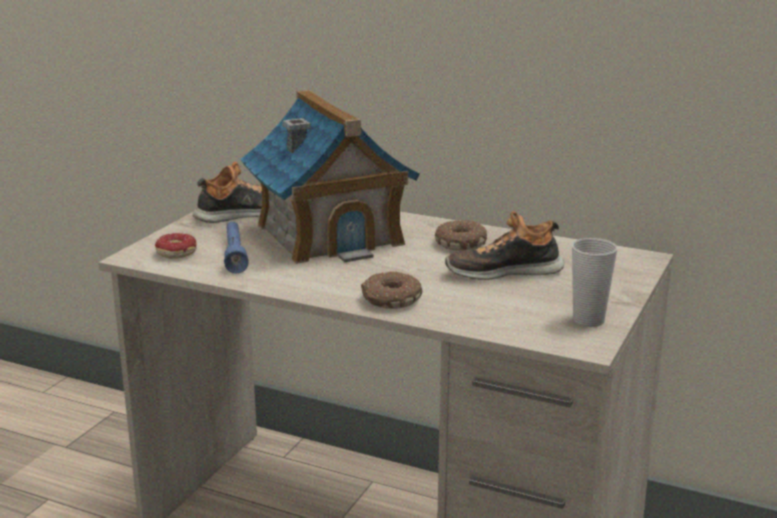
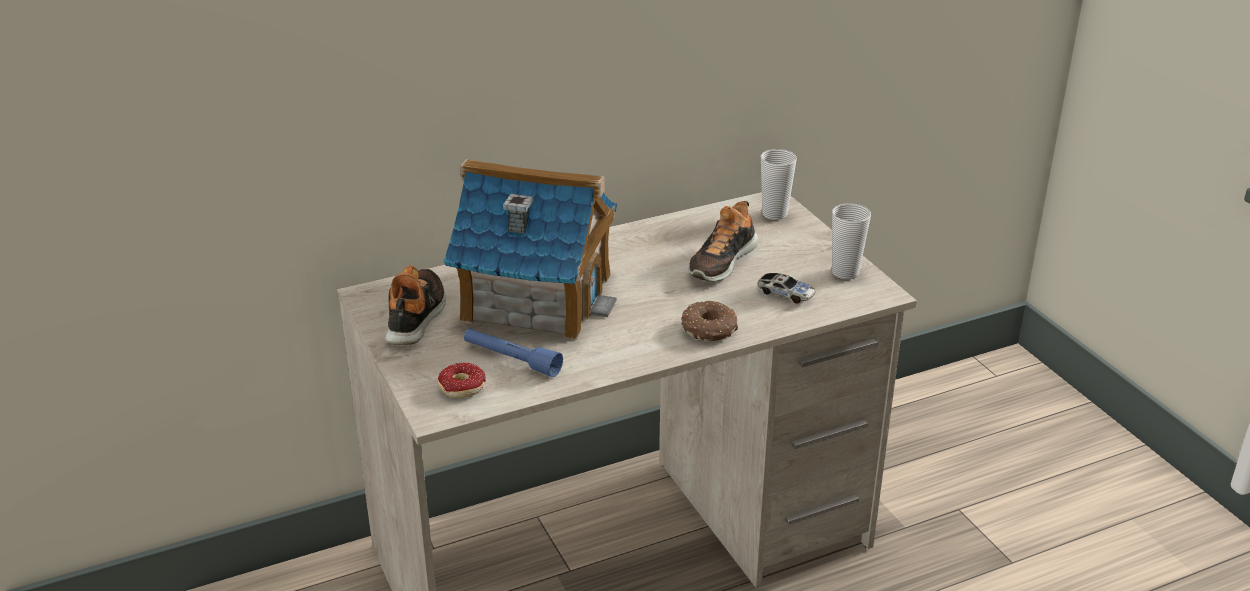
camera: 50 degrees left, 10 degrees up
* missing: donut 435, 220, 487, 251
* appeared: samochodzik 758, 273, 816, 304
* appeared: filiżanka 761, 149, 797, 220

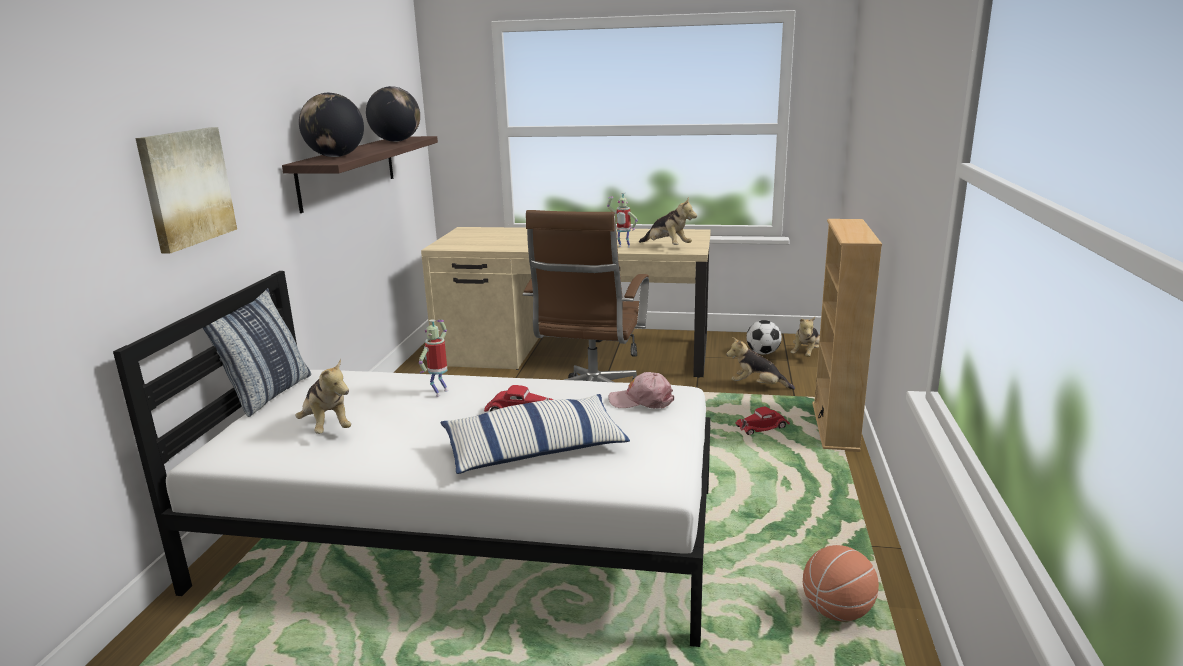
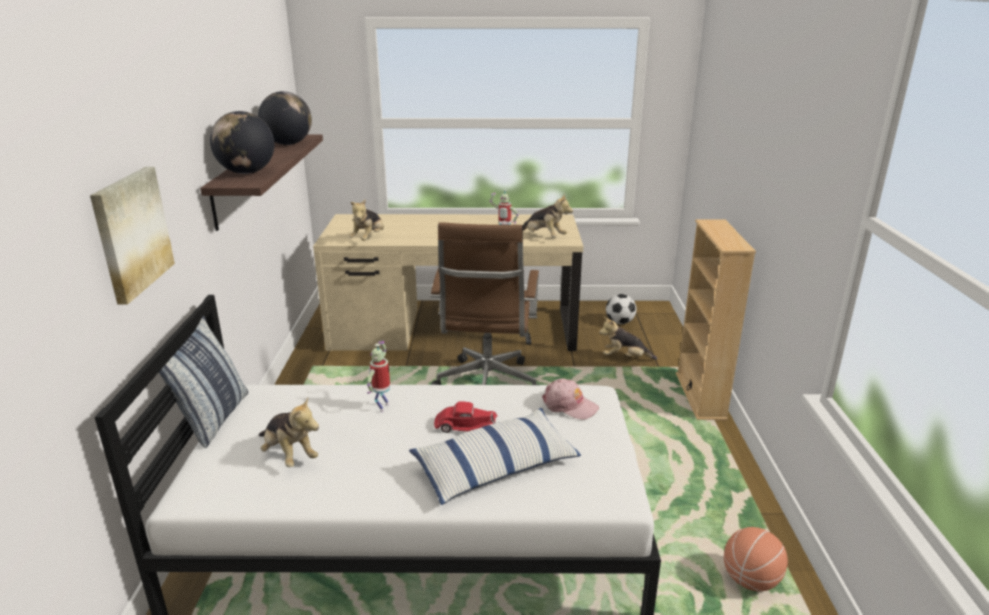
camera: 10 degrees left, 5 degrees up
* spun: czapka z daszkiem/różowy 609, 372, 674, 409 = 542, 378, 599, 420 150 degrees counterclockwise
* missing: samochodzik/czerwony 735, 406, 790, 435
* relocated: pluszak 791, 317, 820, 357 to 349, 199, 384, 241

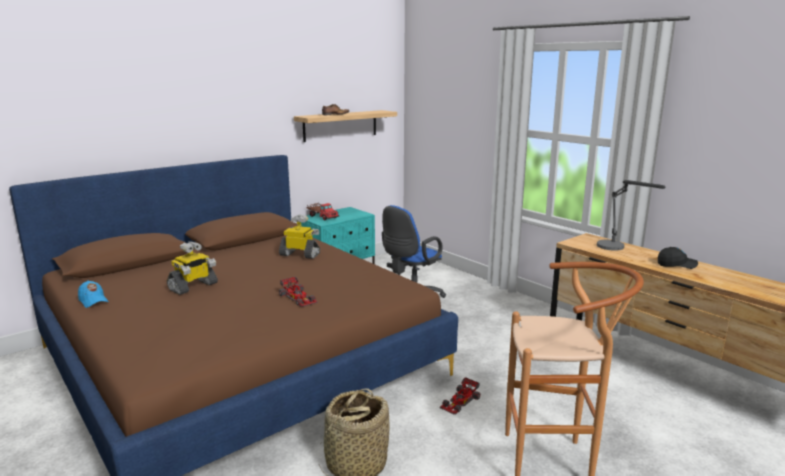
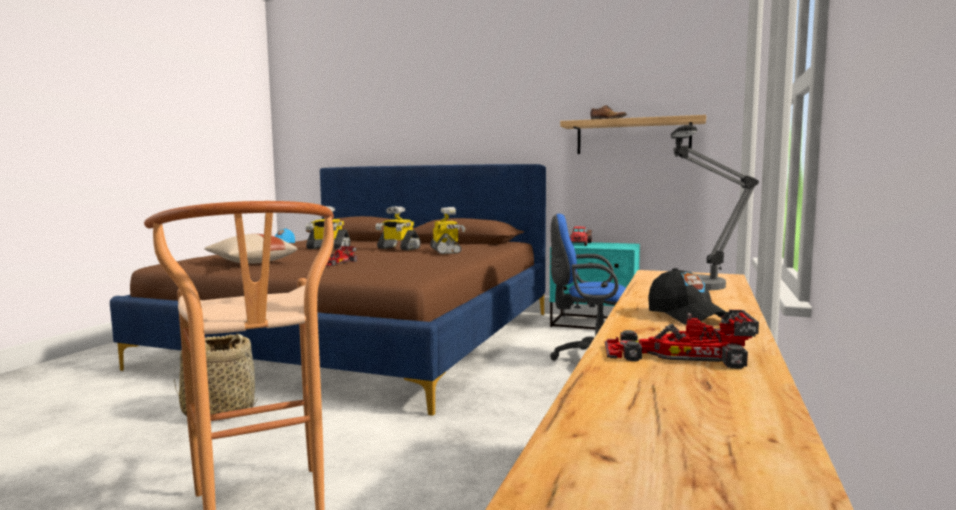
camera: 60 degrees right, 10 degrees down
* relocated: samochodzik 440, 377, 480, 415 to 605, 310, 759, 369
* appeared: poduszka/beżowy 204, 234, 297, 264
* appeared: robot zabawkowy 375, 206, 421, 251

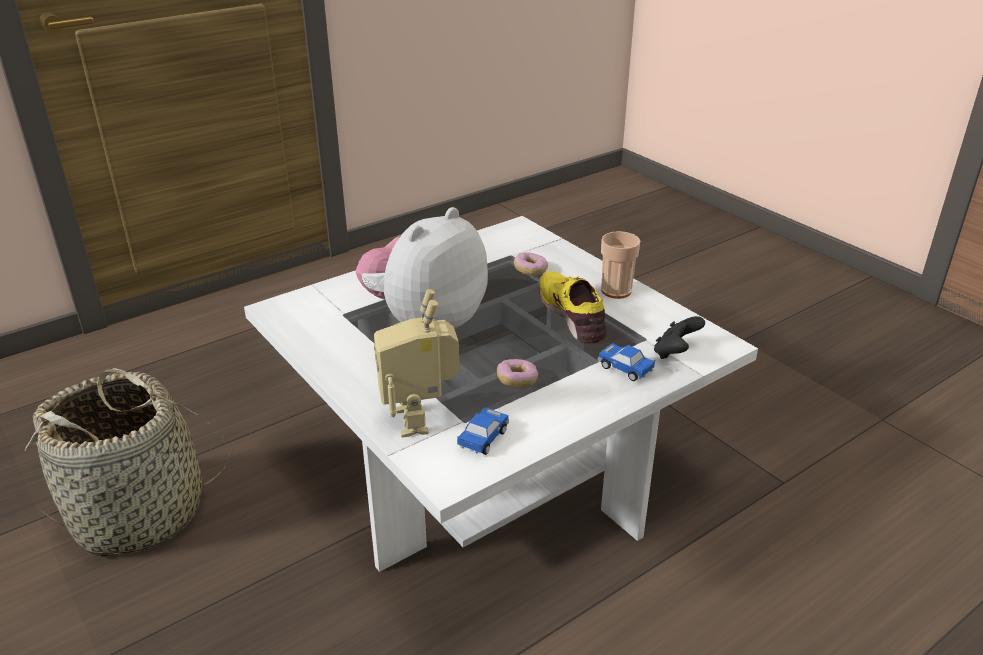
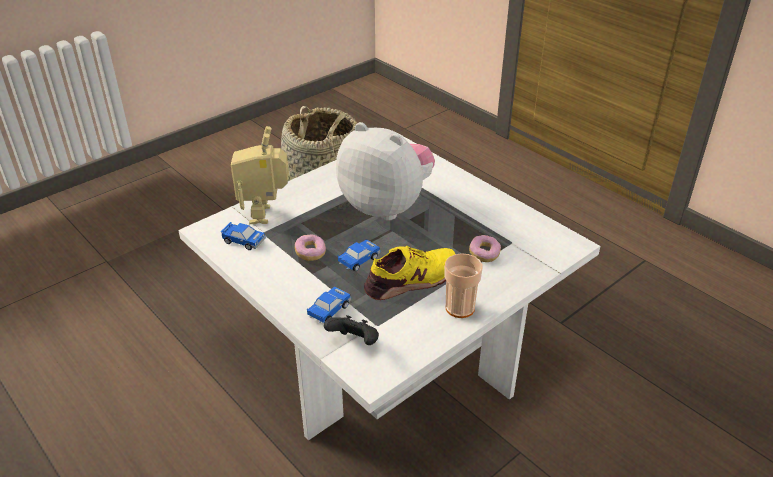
camera: 85 degrees right, 5 degrees up
* spun: robot zabawkowy 374, 289, 460, 438 = 231, 126, 289, 224 75 degrees counterclockwise
* appeared: samochodzik 338, 239, 380, 272

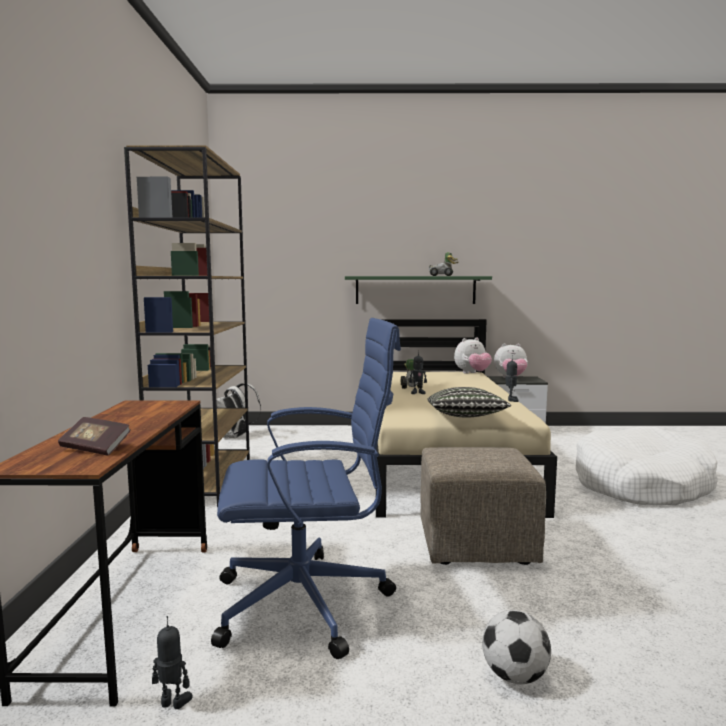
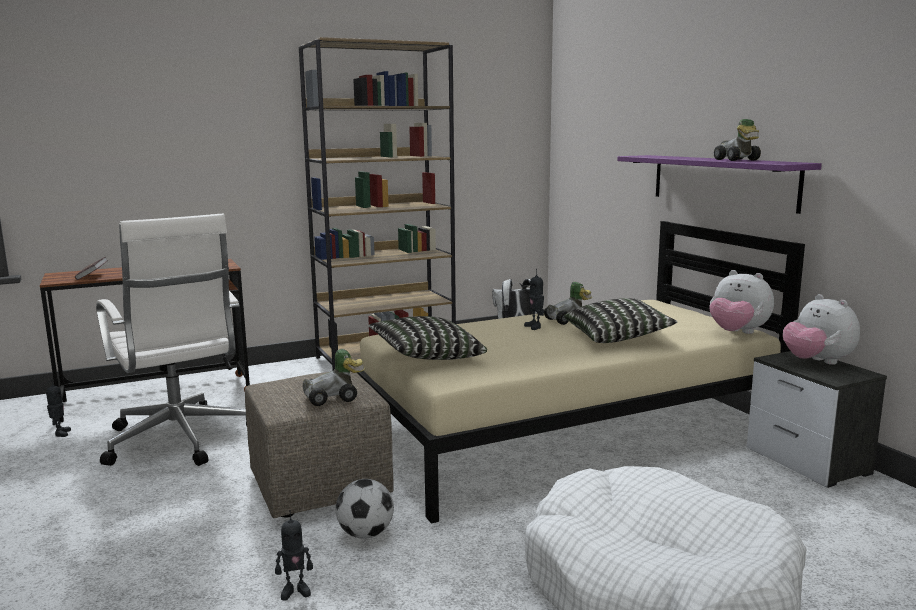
camera: 65 degrees right, 5 degrees up
* colour: krzesło biurowe/niebieski 211, 318, 401, 659 to krzesło biurowe/biały 96, 214, 247, 466
* colour: półka/zielony 345, 276, 492, 304 to półka/fioletowy 617, 155, 822, 214
* relocated: piłka futbolowa 482, 610, 551, 684 to 336, 479, 394, 539
* relocated: robot zabawkowy 505, 355, 518, 402 to 275, 510, 313, 601
* appeared: samochodzik 302, 349, 365, 406
* appeared: poduszka 564, 298, 677, 343

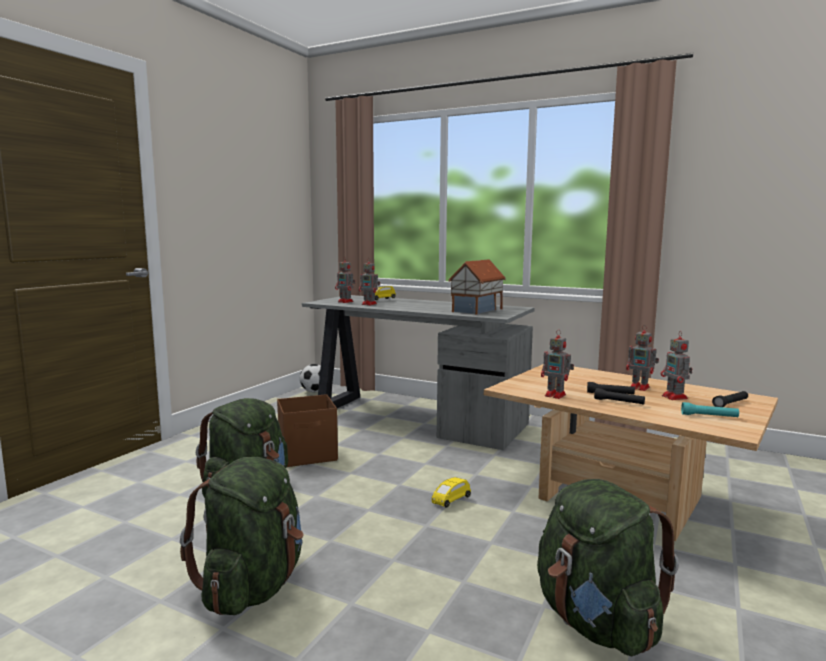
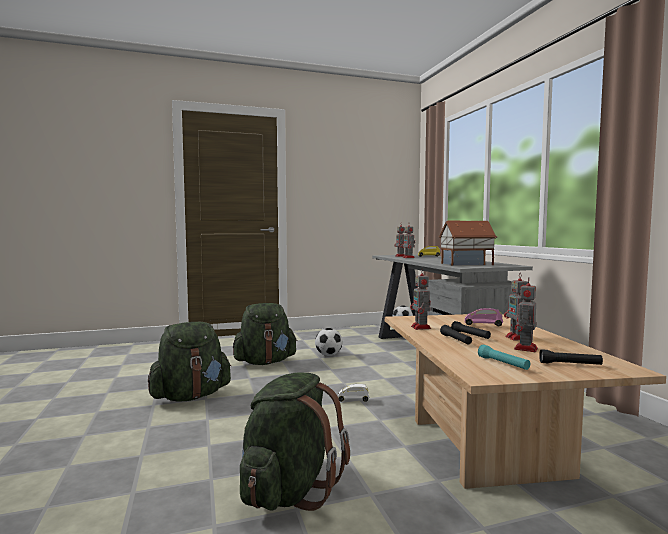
camera: 45 degrees right, 5 degrees down
* exchanged: pojemnik do przechowywania/brązowy 277, 394, 338, 467 to piłka futbolowa 315, 328, 343, 356
* colour: samochodzik/żółty 432, 477, 471, 508 to samochodzik/biały 338, 384, 369, 402
* appeared: samochodzik/różowy 464, 308, 503, 327

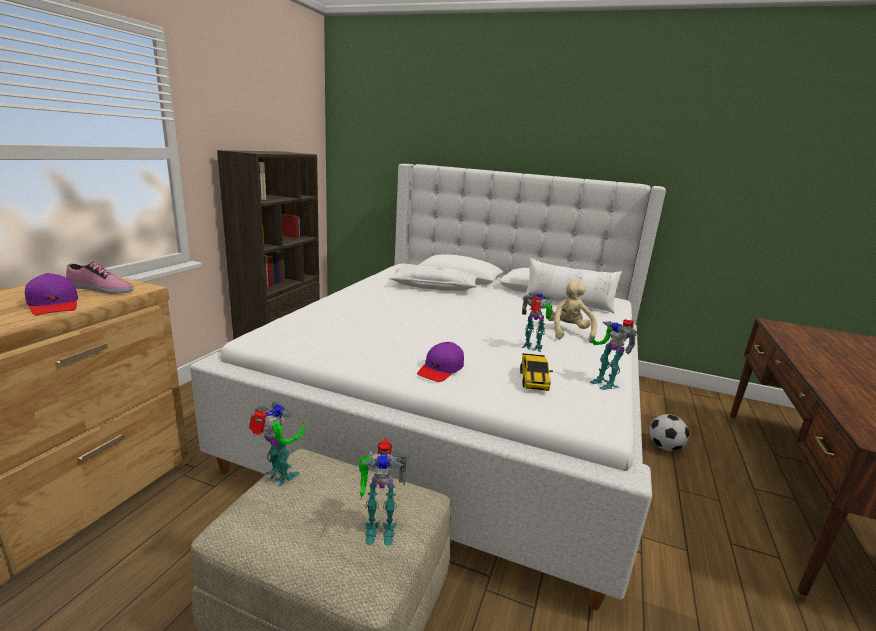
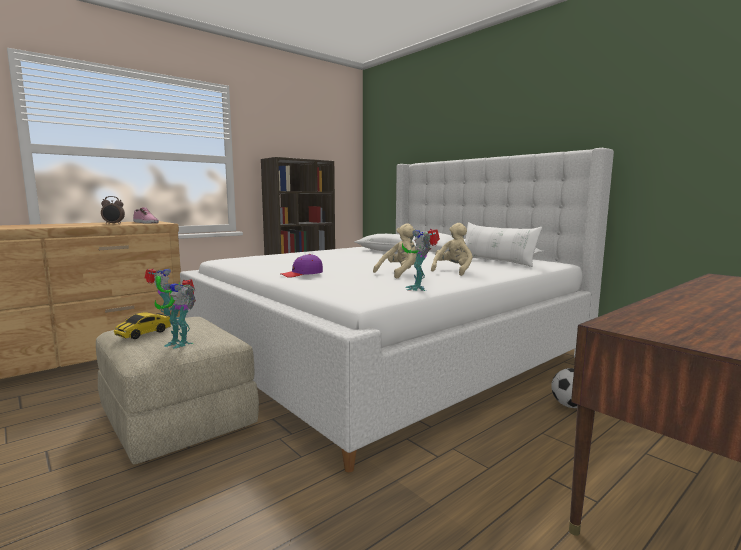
camera: 30 degrees right, 10 degrees down
* exchanged: czapka z daszkiem/fioletowy 25, 273, 78, 316 to budzik 101, 196, 125, 225
* relocated: samochodzik 520, 353, 553, 391 to 114, 313, 171, 339
* exchanged: robot zabawkowy 521, 292, 553, 352 to pluszak/beżowy 373, 223, 417, 279

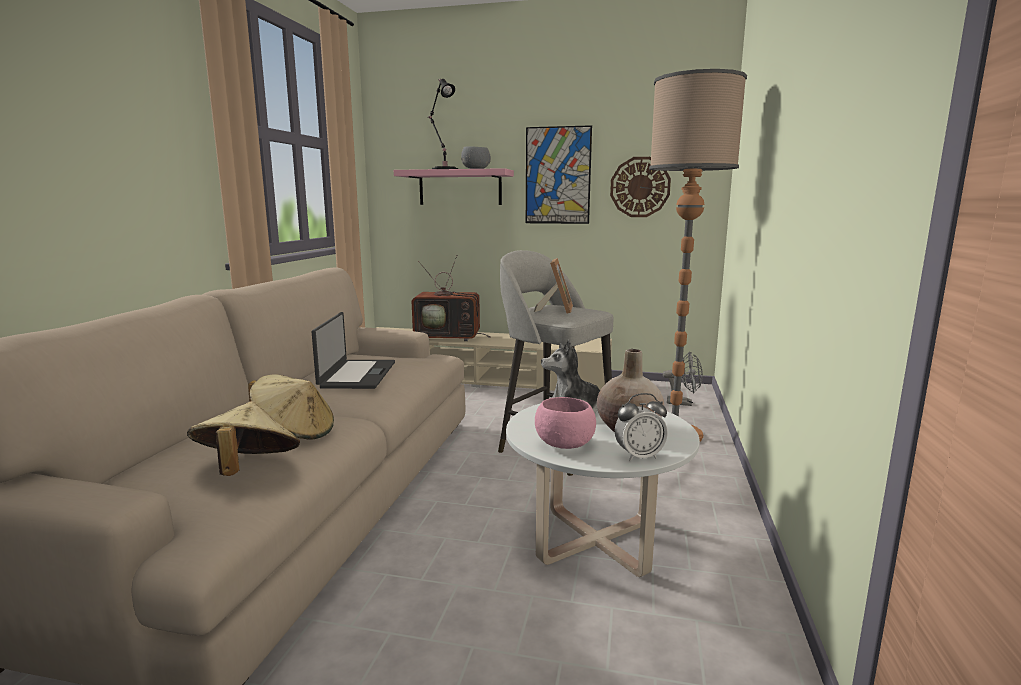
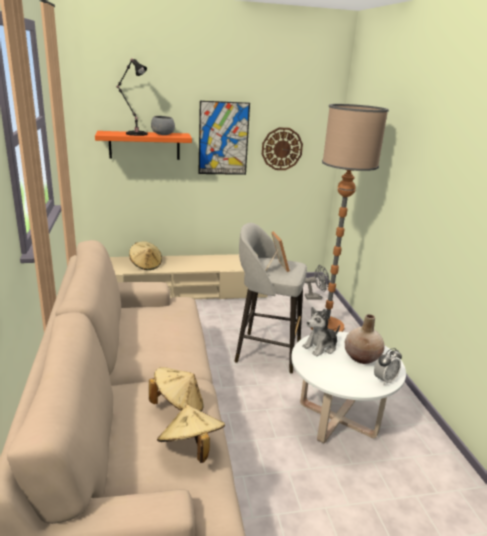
camera: 25 degrees left, 10 degrees up
* missing: laptop 312, 312, 395, 389
* colour: półka/różowy 394, 168, 514, 205 to półka/pomarańczowy 95, 131, 192, 160
* exchanged: telewizor 412, 256, 491, 341 to kapelusz/beżowy 129, 242, 162, 270
* missing: miska/różowy 535, 397, 596, 449

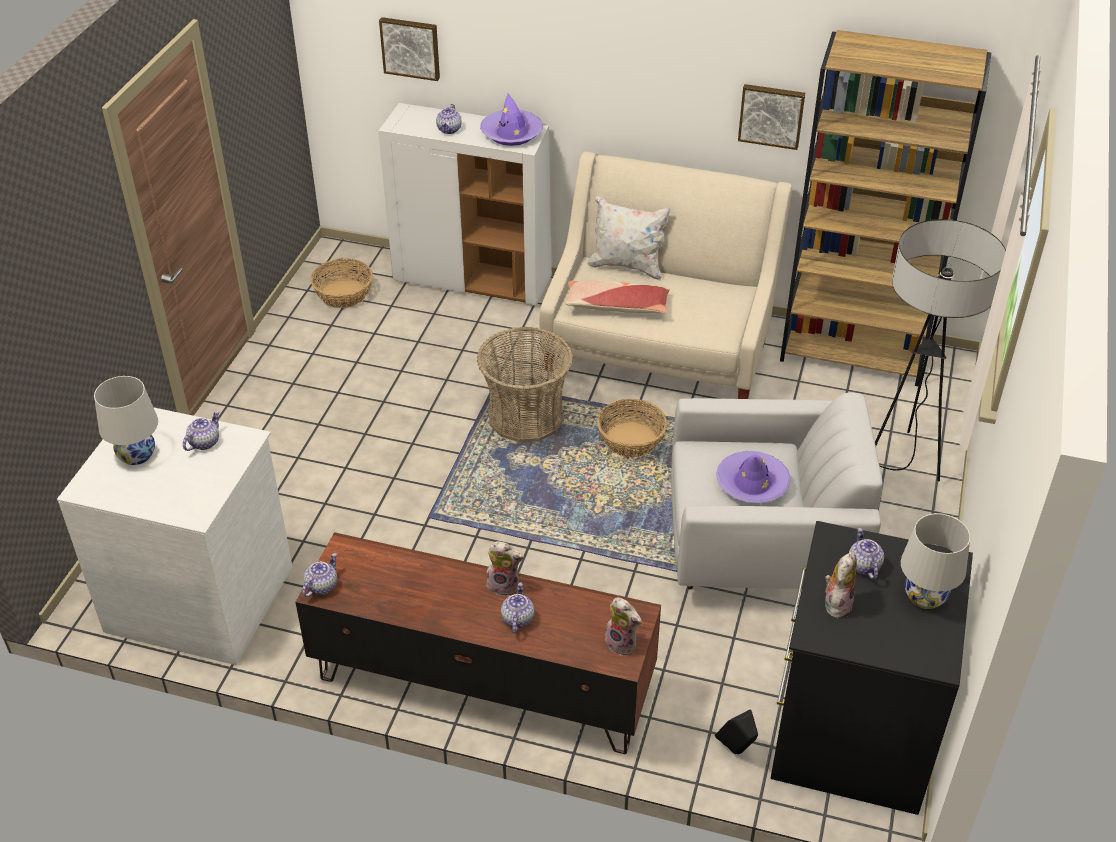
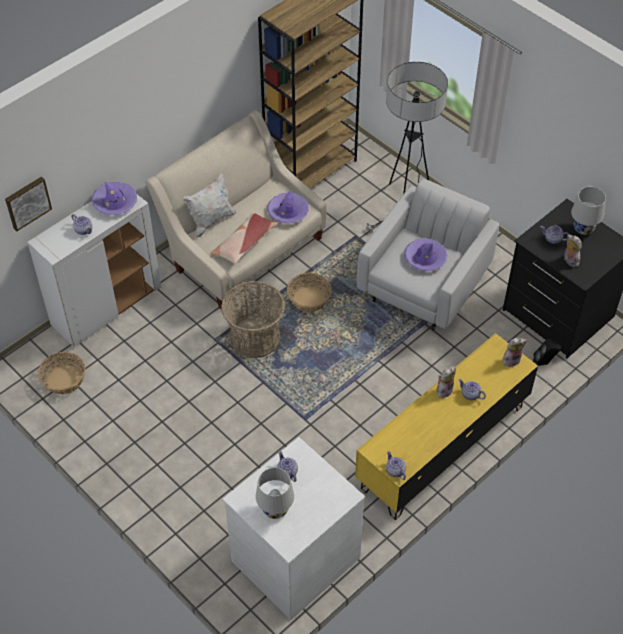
camera: 60 degrees left, 10 degrees up
* colour: szafka pod telewizor/brązowy 295, 532, 661, 754 to szafka pod telewizor/żółty 355, 333, 538, 520
* missing: obraz 738, 84, 805, 150
* appeared: kapelusz/fioletowy 267, 190, 309, 224

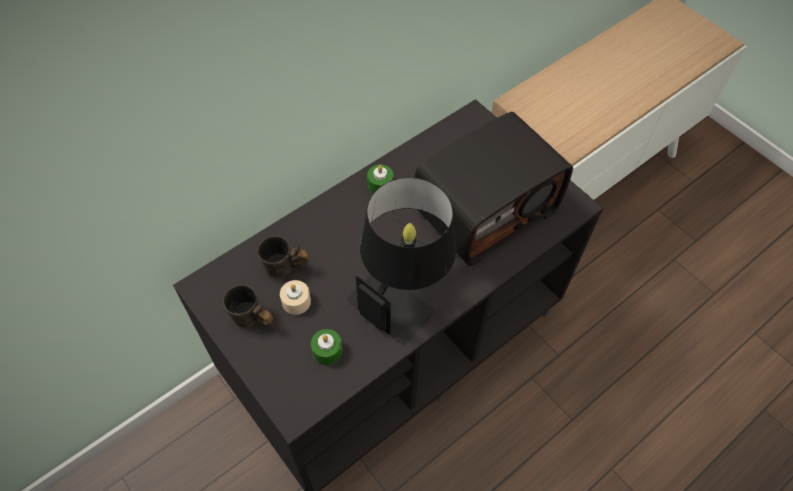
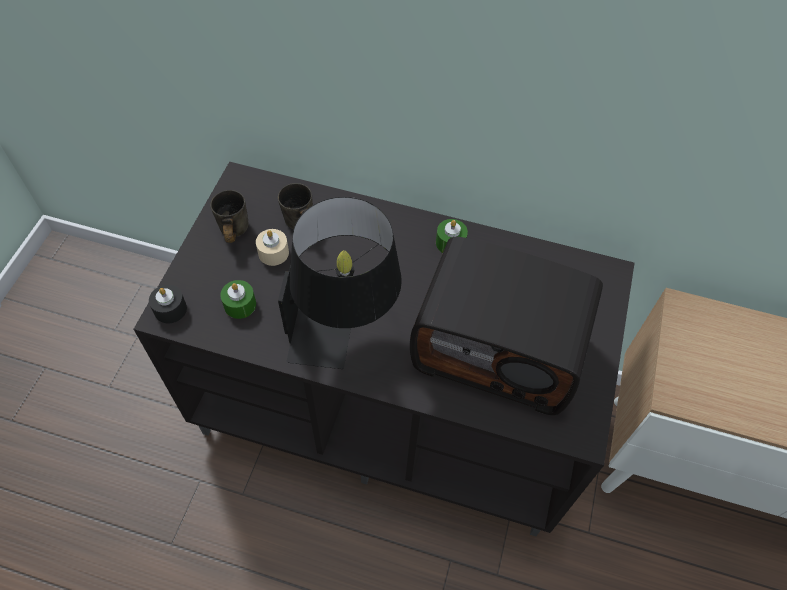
camera: 55 degrees right, 0 degrees up
* appeared: świeca/czarny 149, 285, 187, 324

